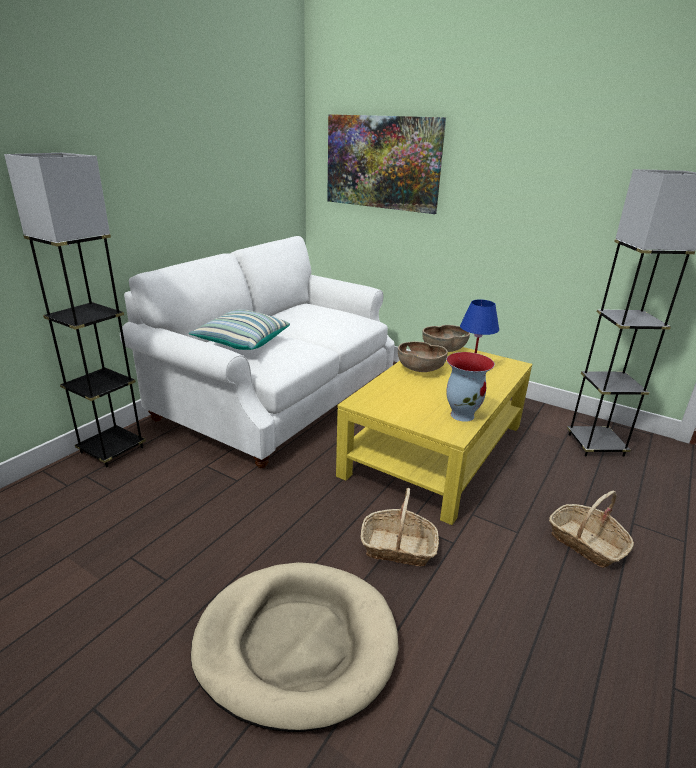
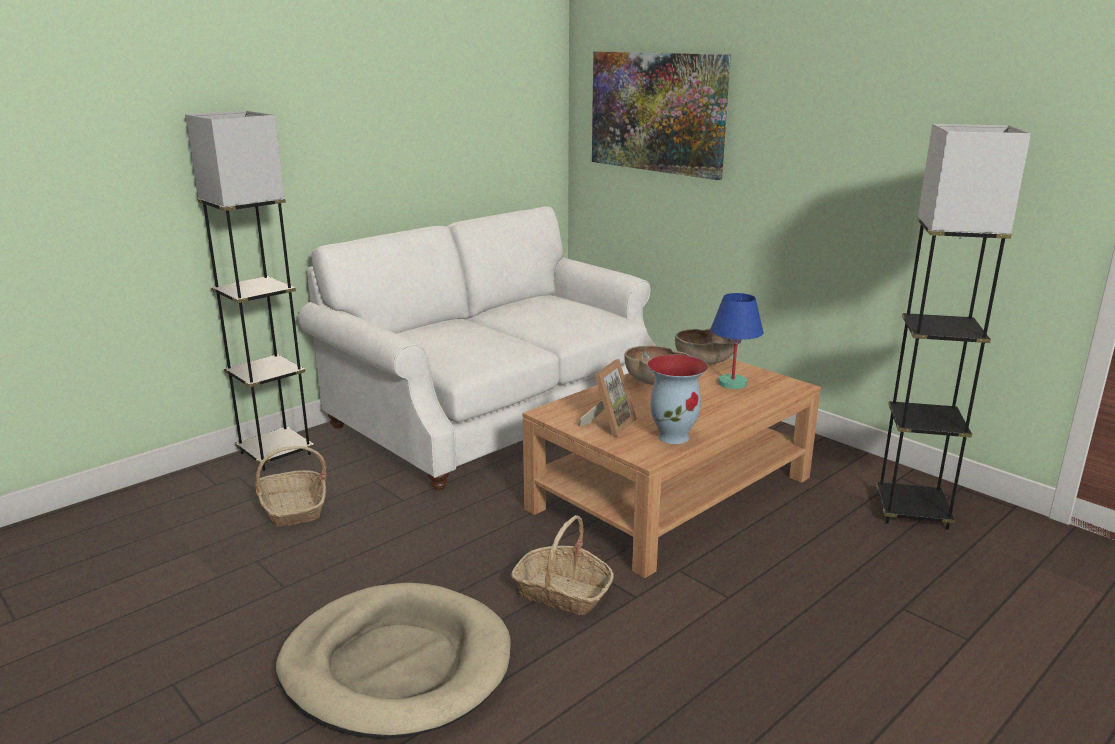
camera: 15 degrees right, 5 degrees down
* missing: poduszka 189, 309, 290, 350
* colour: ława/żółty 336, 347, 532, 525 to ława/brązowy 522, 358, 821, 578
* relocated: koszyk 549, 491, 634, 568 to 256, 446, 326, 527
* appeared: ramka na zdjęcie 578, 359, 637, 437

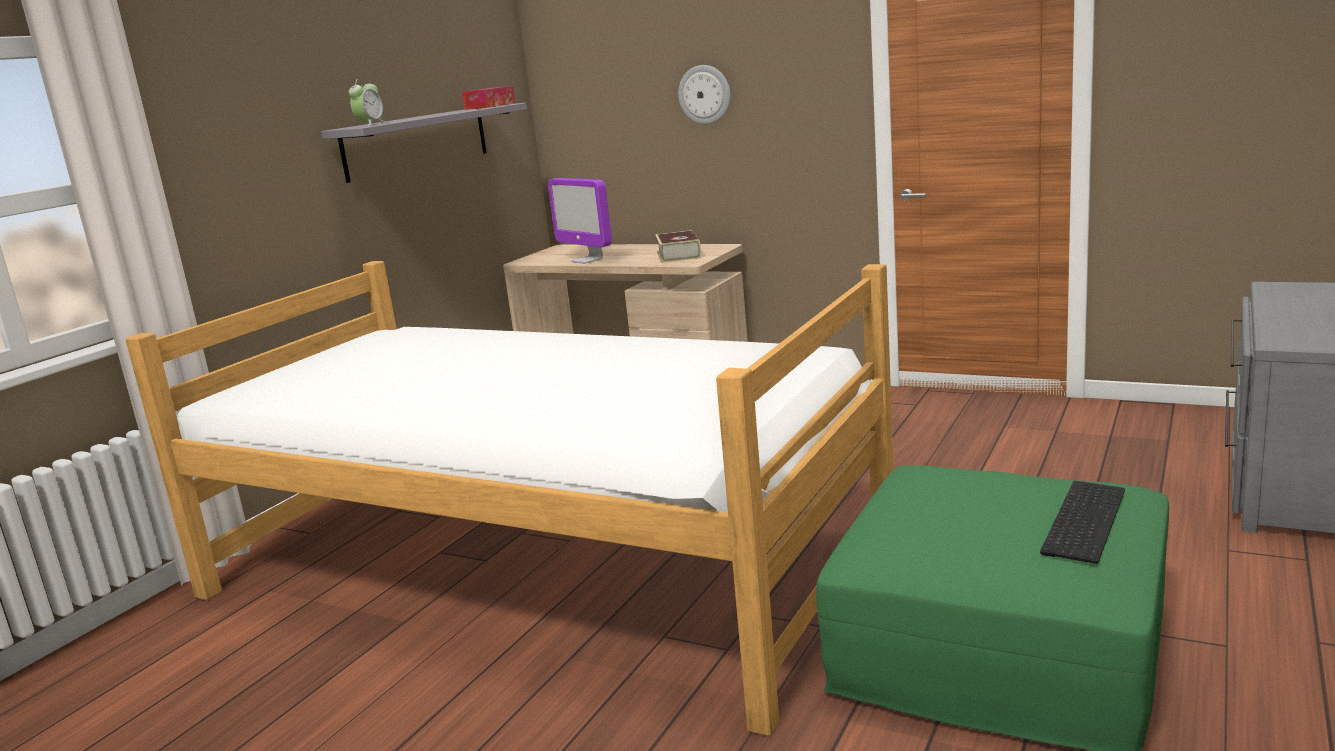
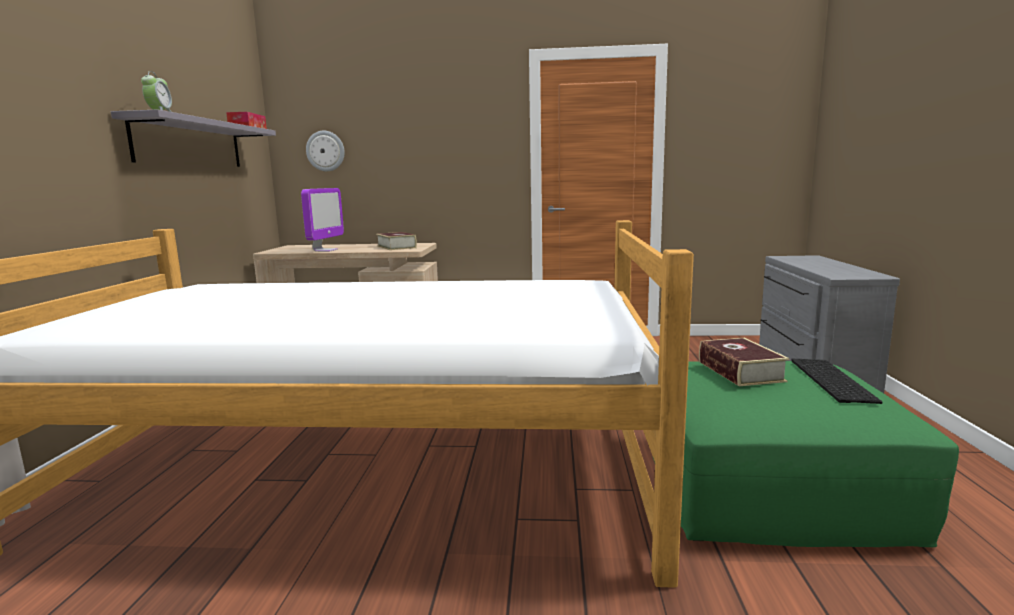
camera: 25 degrees left, 5 degrees down
* spun: monitor 548, 178, 612, 264 = 301, 188, 344, 252 105 degrees counterclockwise
* relocated: zegar ścienny 678, 65, 731, 124 to 306, 131, 345, 171
* appeared: książka 699, 338, 790, 386

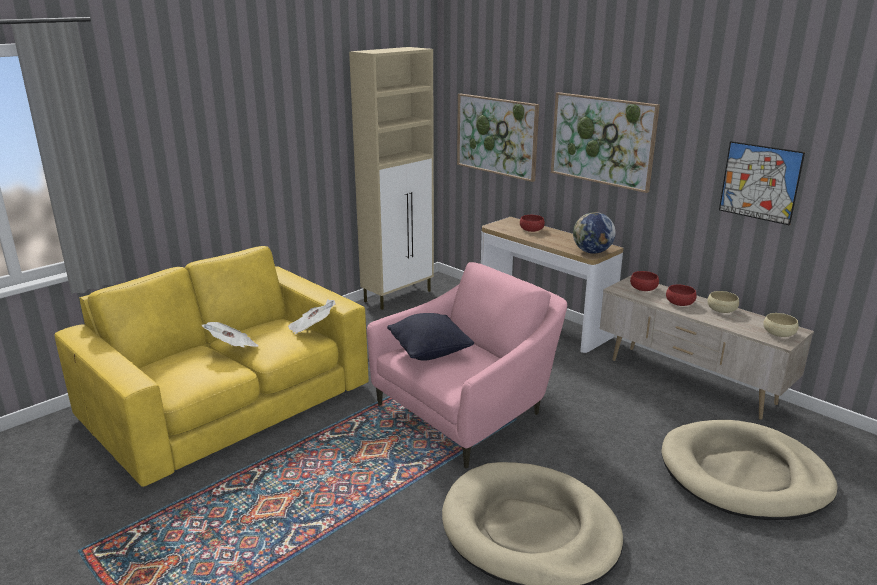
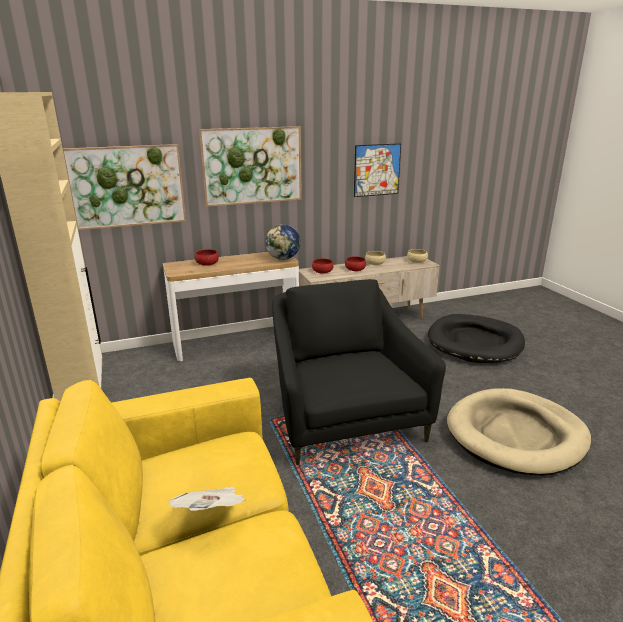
camera: 65 degrees left, 0 degrees up
* missing: gazeta 288, 299, 336, 334
* colour: fotel/różowy 367, 262, 567, 469 to fotel/czarny 272, 279, 446, 465
* missing: poduszka/czarny 387, 313, 474, 361
* colour: legowisko/beżowy 661, 420, 838, 520 to legowisko/czarny 428, 314, 525, 363

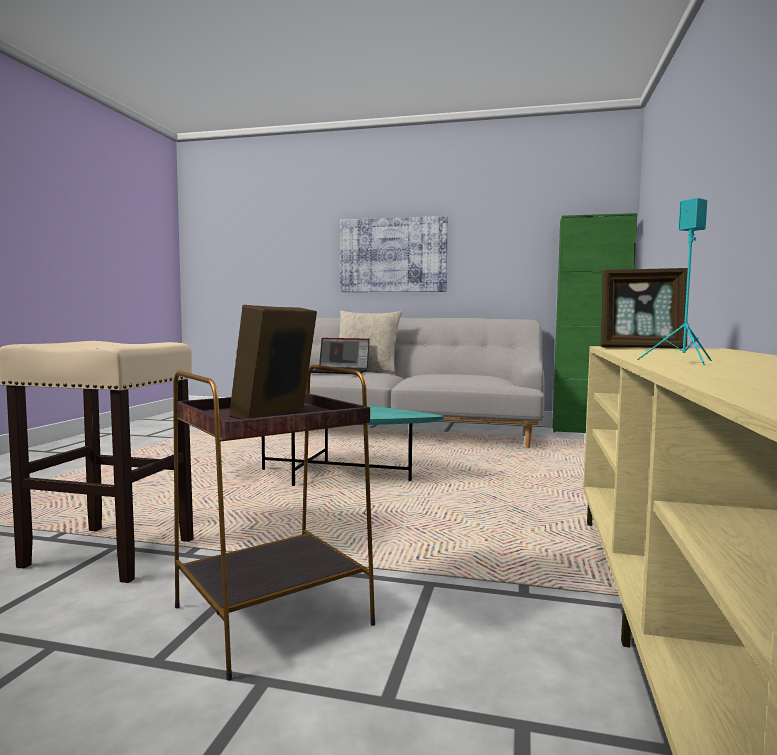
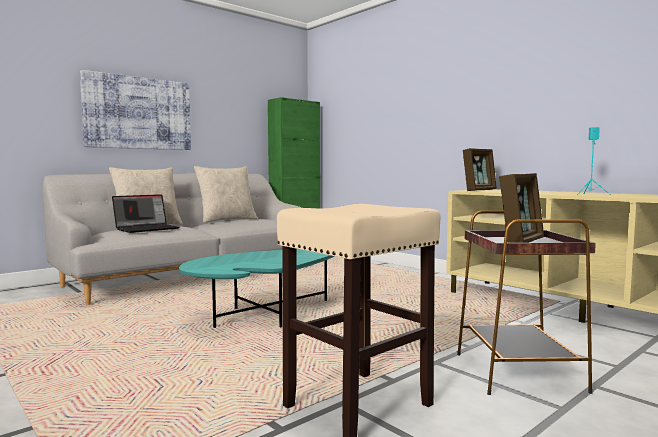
camera: 55 degrees left, 0 degrees up
* spun: ramka na zdjęcie 229, 305, 317, 419 = 499, 173, 544, 243 105 degrees counterclockwise
* appeared: poduszka/beżowy 194, 166, 258, 223

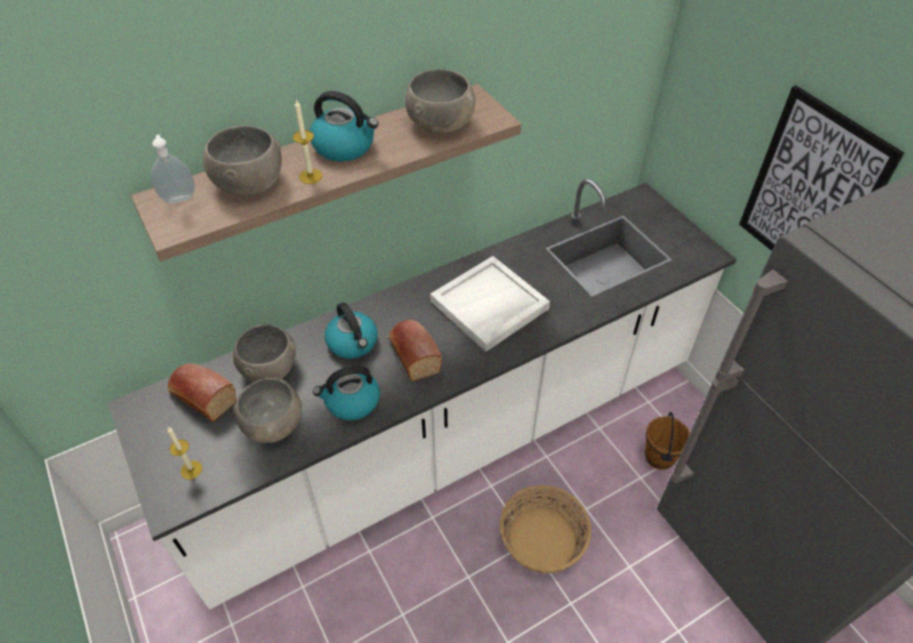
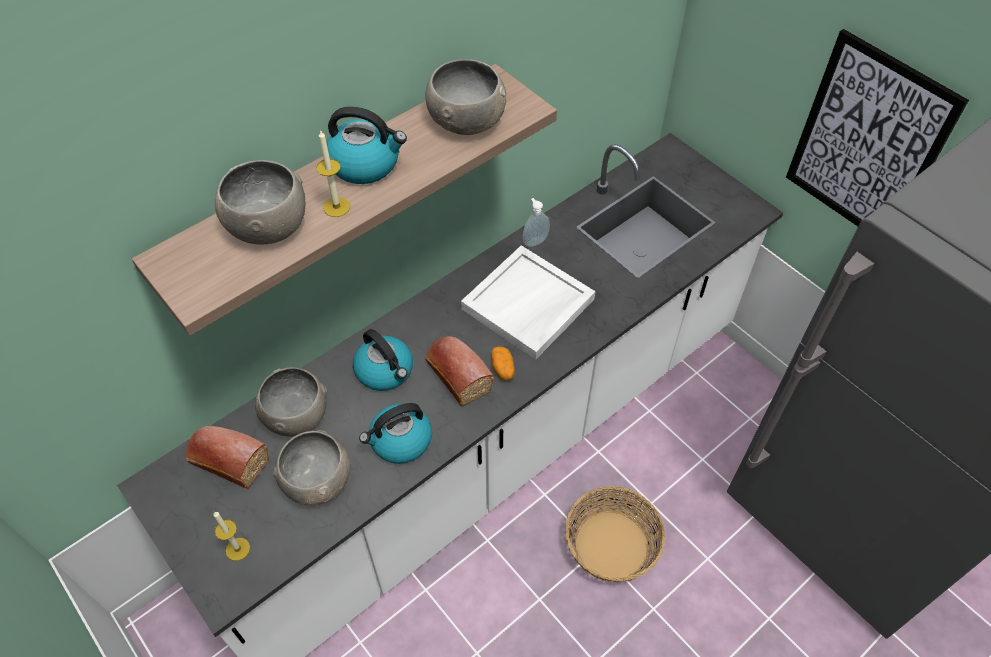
camera: 10 degrees left, 5 degrees up
* relocated: dozownik mydła 151, 135, 195, 203 to 523, 198, 550, 247
* missing: wiadro/brązowy 645, 412, 690, 470
* appeared: ziemniak 491, 346, 515, 381

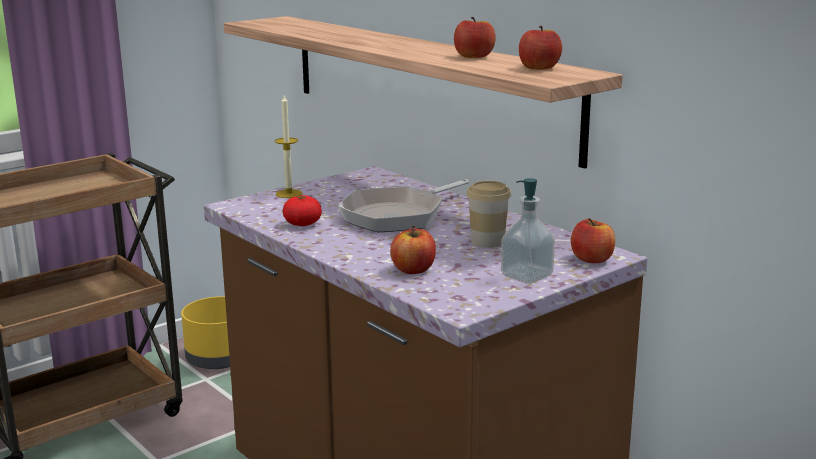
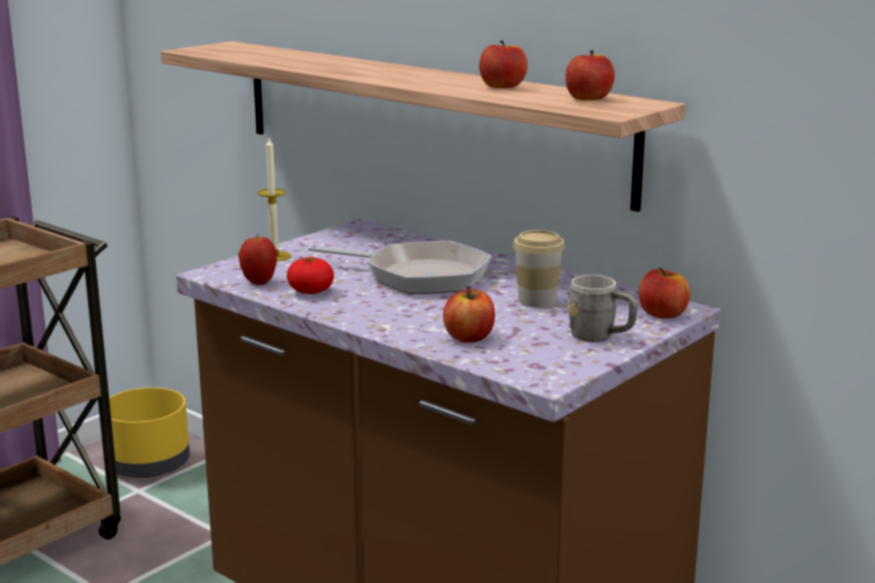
camera: 10 degrees left, 0 degrees up
* spun: patelnia 338, 179, 469, 232 = 308, 241, 492, 294 105 degrees counterclockwise
* exchanged: dozownik mydła 501, 178, 555, 284 to kubek/szary 568, 275, 637, 342
* appeared: jabłko 238, 234, 277, 285

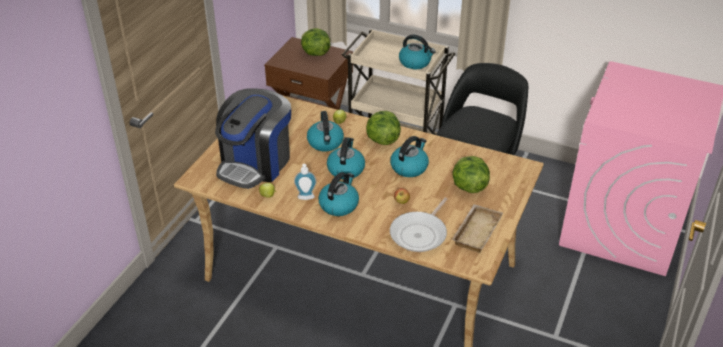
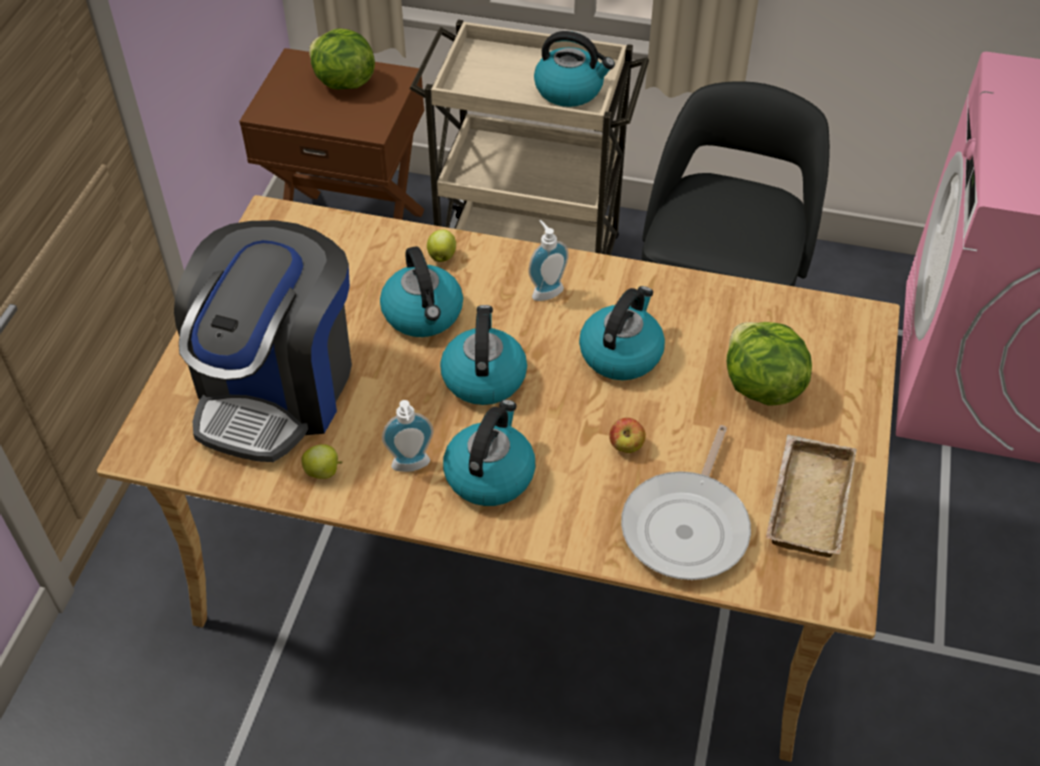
camera: 10 degrees left, 10 degrees up
* exchanged: sałata 366, 111, 401, 145 to dozownik mydła 528, 220, 569, 301

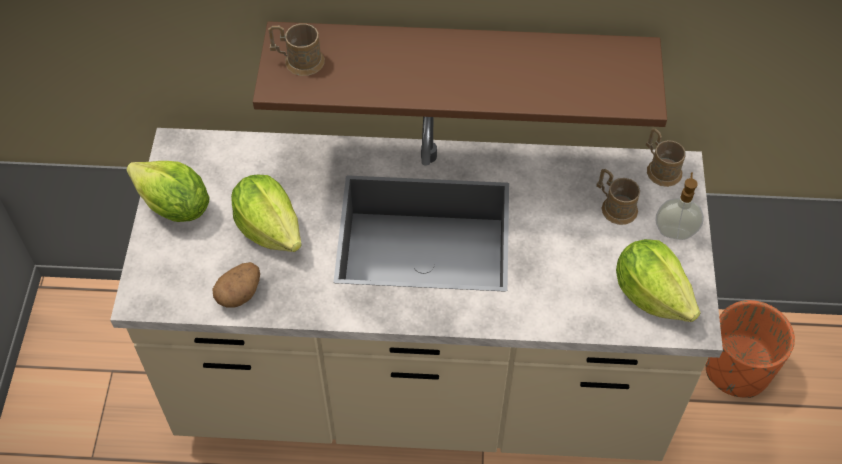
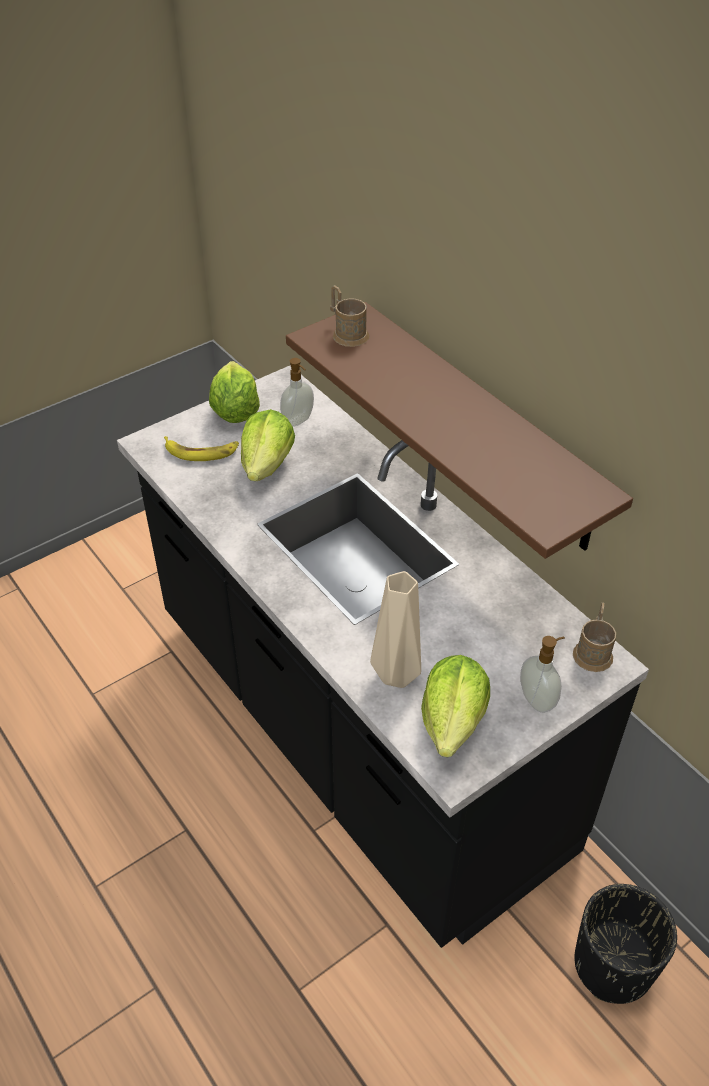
camera: 50 degrees right, 10 degrees down
* colour: zabudowa kuchenna/beżowy 110, 117, 723, 461 to zabudowa kuchenna/czarny 117, 365, 649, 948
* missing: ziemniak 213, 262, 260, 308
* missing: kubek/brązowy 596, 169, 640, 225
* colour: donica/pomarańczowy 706, 300, 795, 398 to donica/czarny 574, 884, 677, 1004
* appeared: banan 164, 436, 239, 461
* appeared: dozownik mydła 280, 358, 314, 426
* appeared: wazon/beżowy 370, 571, 421, 688

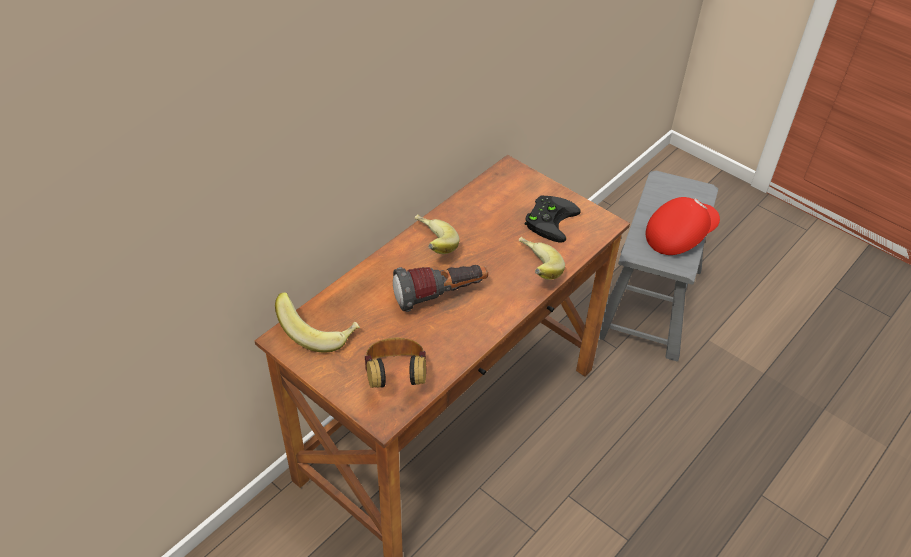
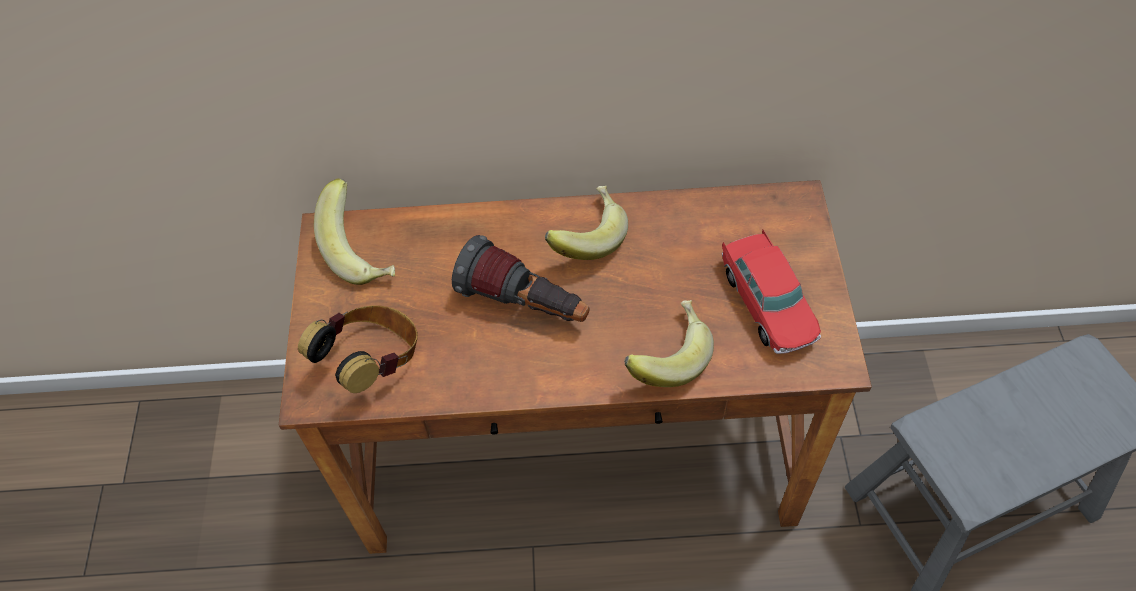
camera: 50 degrees right, 10 degrees up
* exchanged: pad do gier/czarny 524, 196, 581, 243 to samochodzik 722, 230, 821, 354
* missing: czapka z daszkiem/czerwony 646, 197, 720, 255

